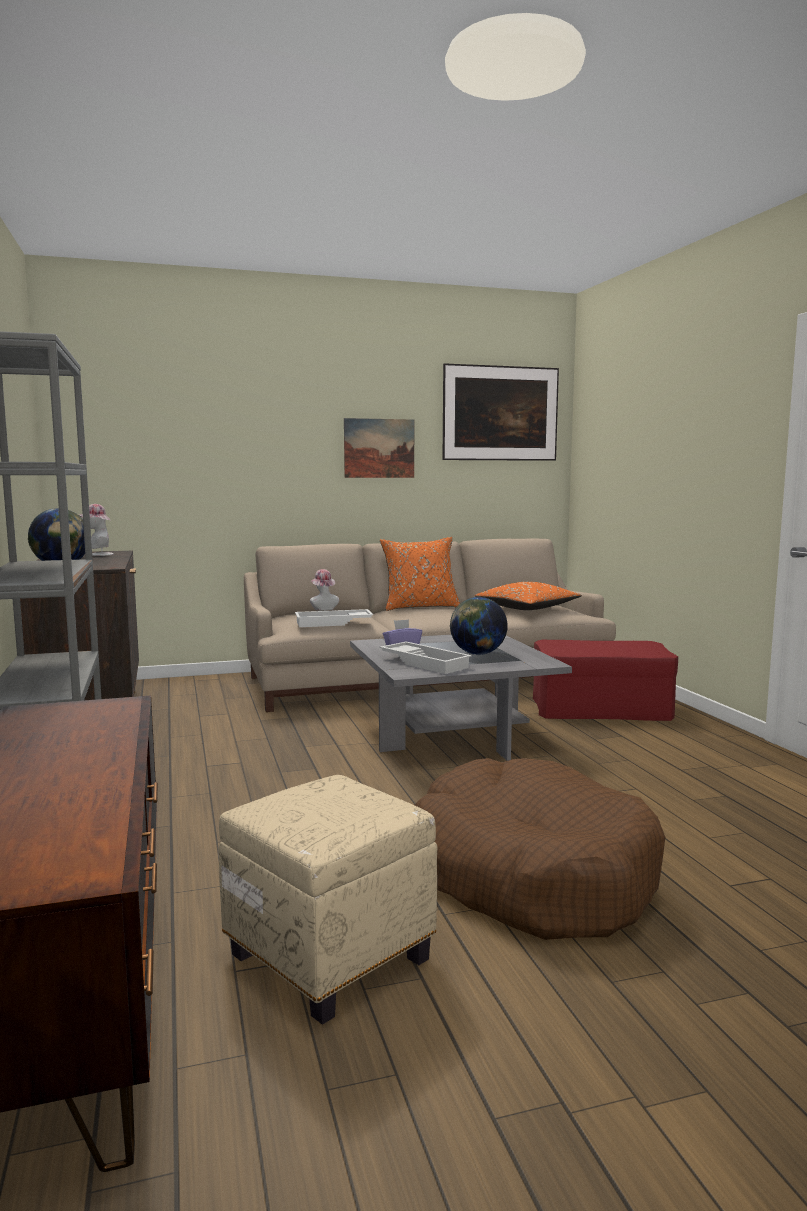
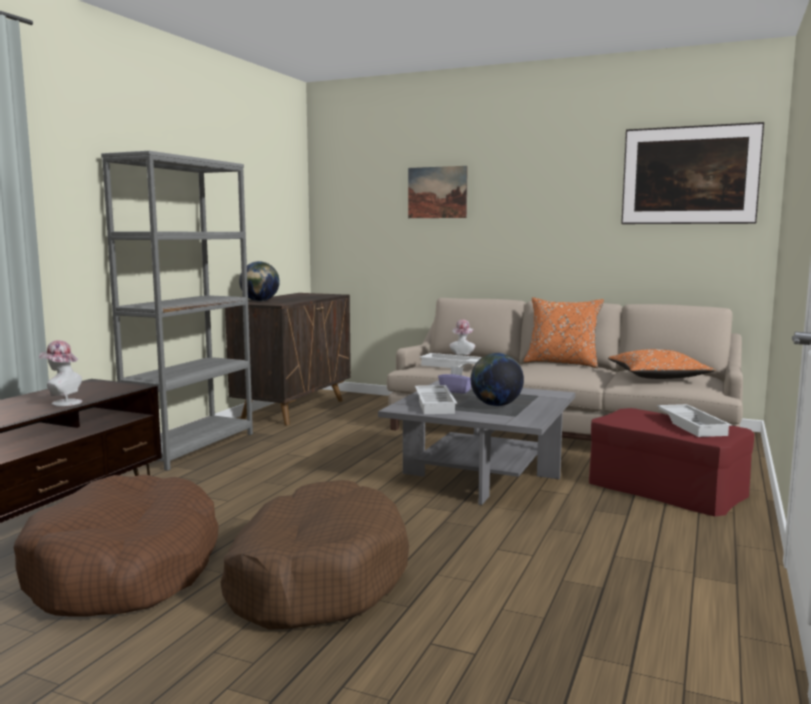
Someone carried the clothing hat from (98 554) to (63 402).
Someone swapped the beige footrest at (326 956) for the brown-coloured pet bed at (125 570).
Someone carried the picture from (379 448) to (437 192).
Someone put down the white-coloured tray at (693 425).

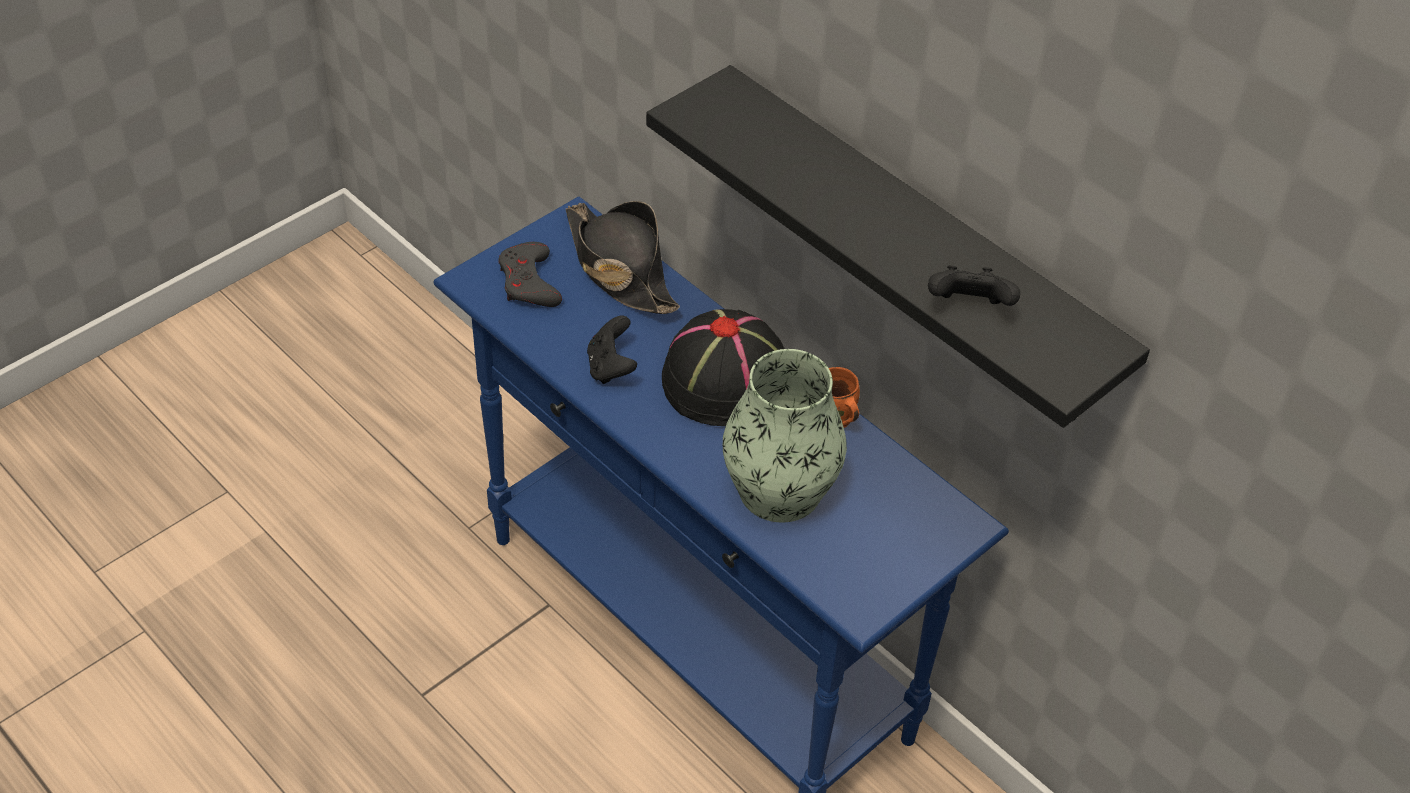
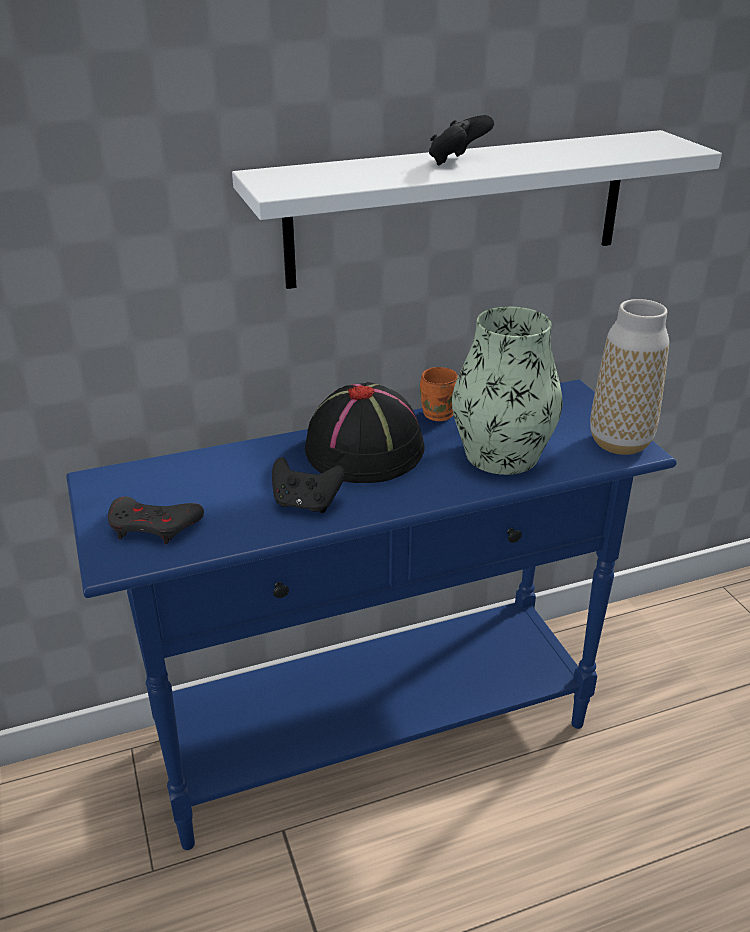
Someone took away the black clothing hat at (619 268).
Someone repainted the black wall shelf at (916 248), which became the white-coloured wall shelf at (459 208).
Someone carried the black joypad from (968 307) to (457 162).
Someone put down the vase at (620 443).

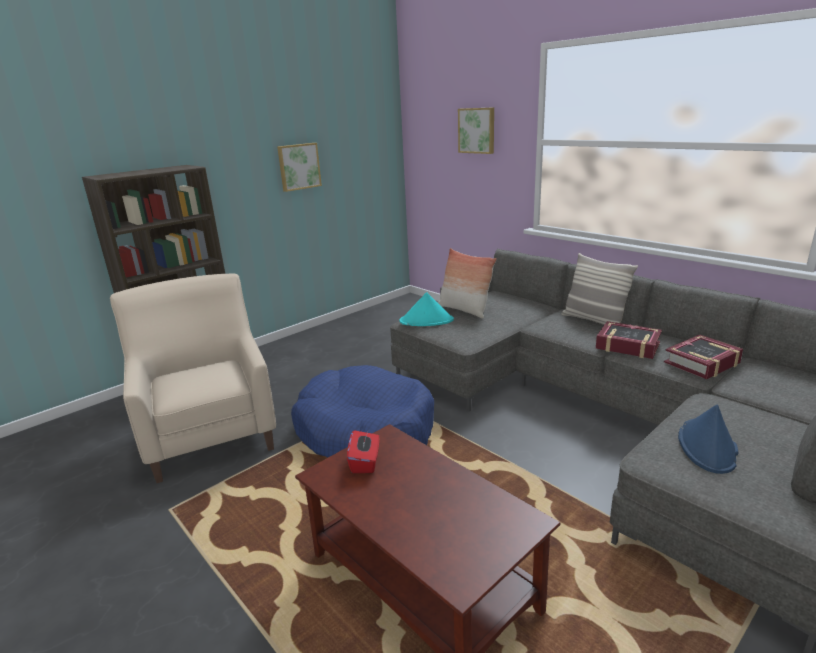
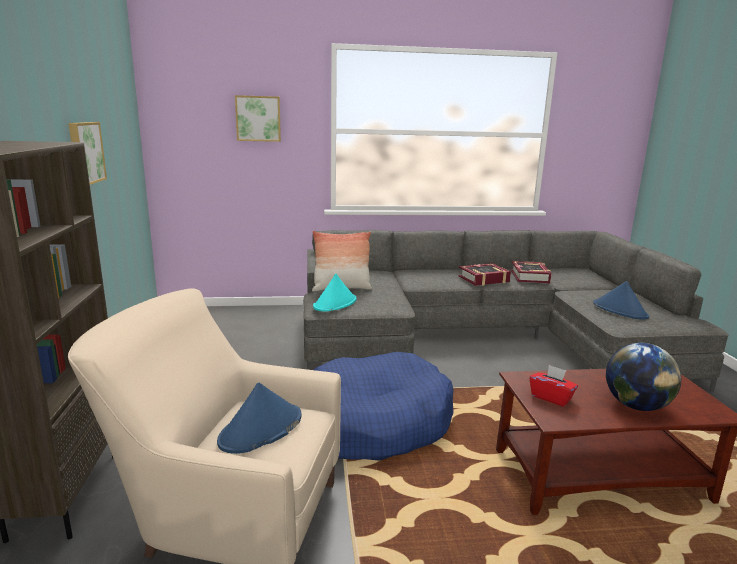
Someone took away the cushion at (593 320).
Someone put down the blue clothing hat at (261 429).
Someone put down the globe at (636 405).

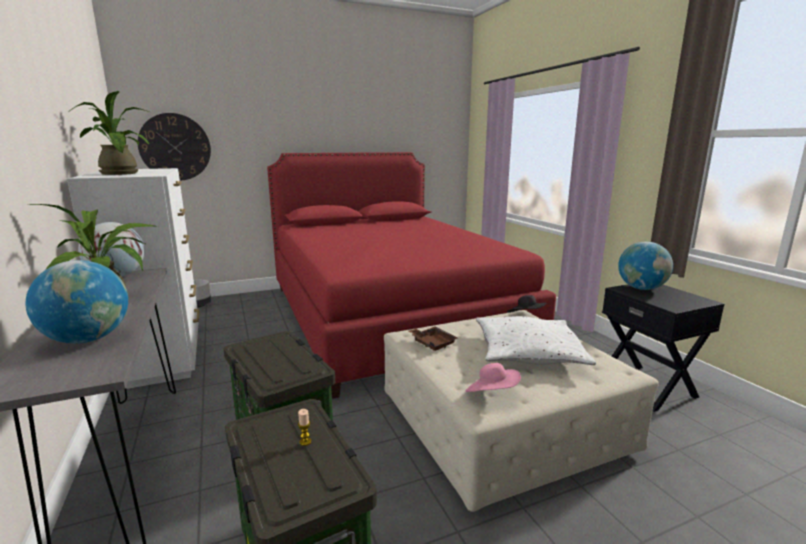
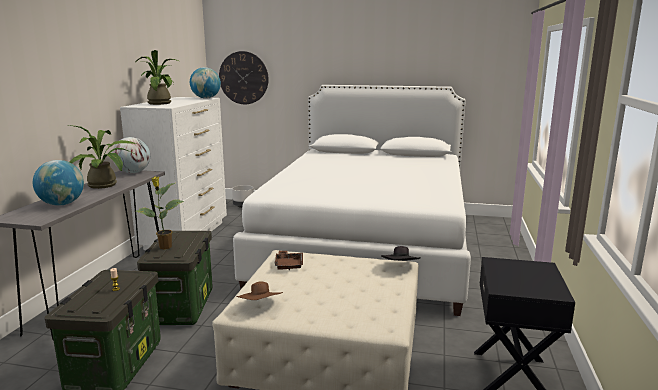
Someone repainted the red-coloured sleeping bed at (389 315), which became the white-coloured sleeping bed at (367 246).
Someone repainted the pink-coloured clothing hat at (492 394), which became the brown-coloured clothing hat at (261 306).
Someone took away the white-coloured cushion at (528 352).
Someone carried the globe from (641 288) to (206 98).
Someone put down the potted plant at (165 247).

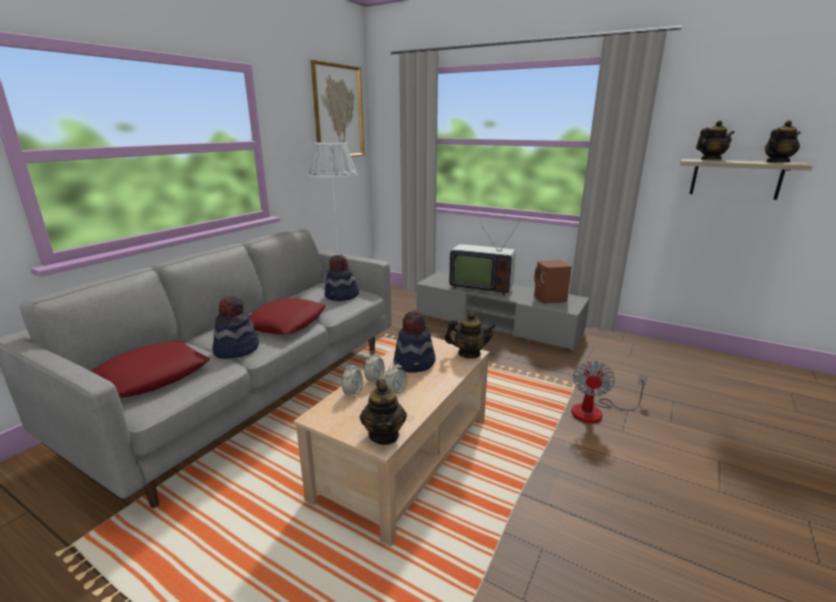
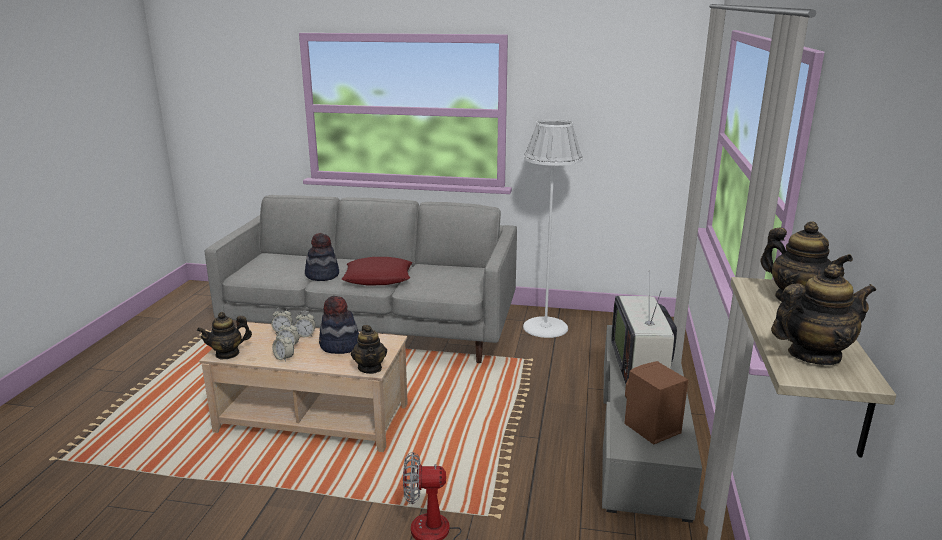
Someone took away the red-coloured cushion at (152 376).
Someone took away the picture at (338 112).
Someone took away the clothing hat at (342 296).
Someone rotated the teapot at (776 162) by 60 degrees counterclockwise.
Someone put down the table clock at (284 358).

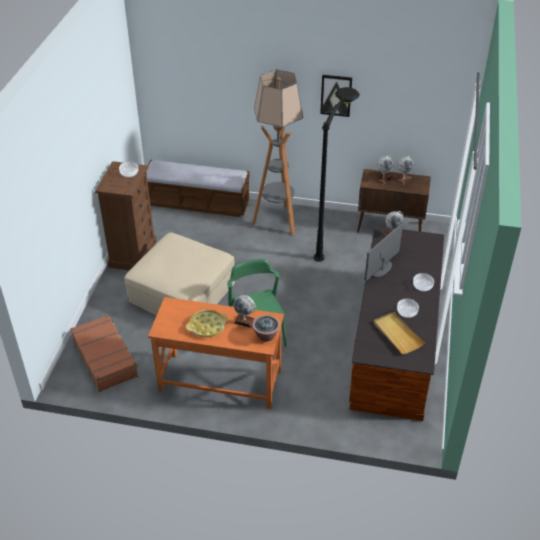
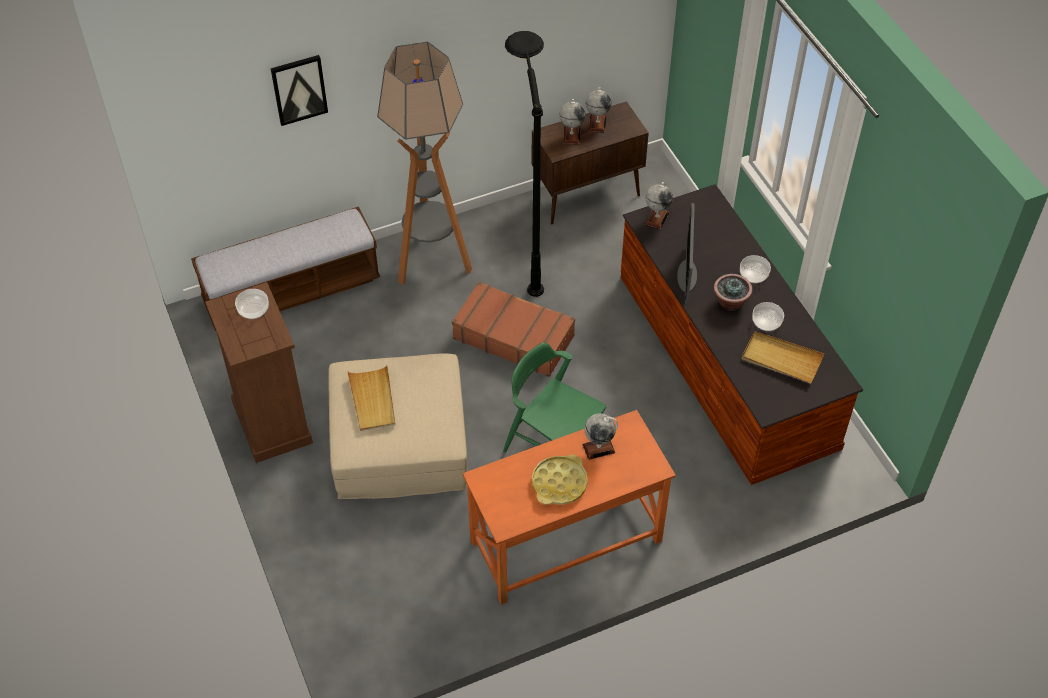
Someone carried the brown-coloured suitcase from (105 358) to (513 336).
Someone carried the potted plant from (266 336) to (730 303).
Someone carried the picture from (336 95) to (299 89).
Someone put down the beige tray at (372 400).

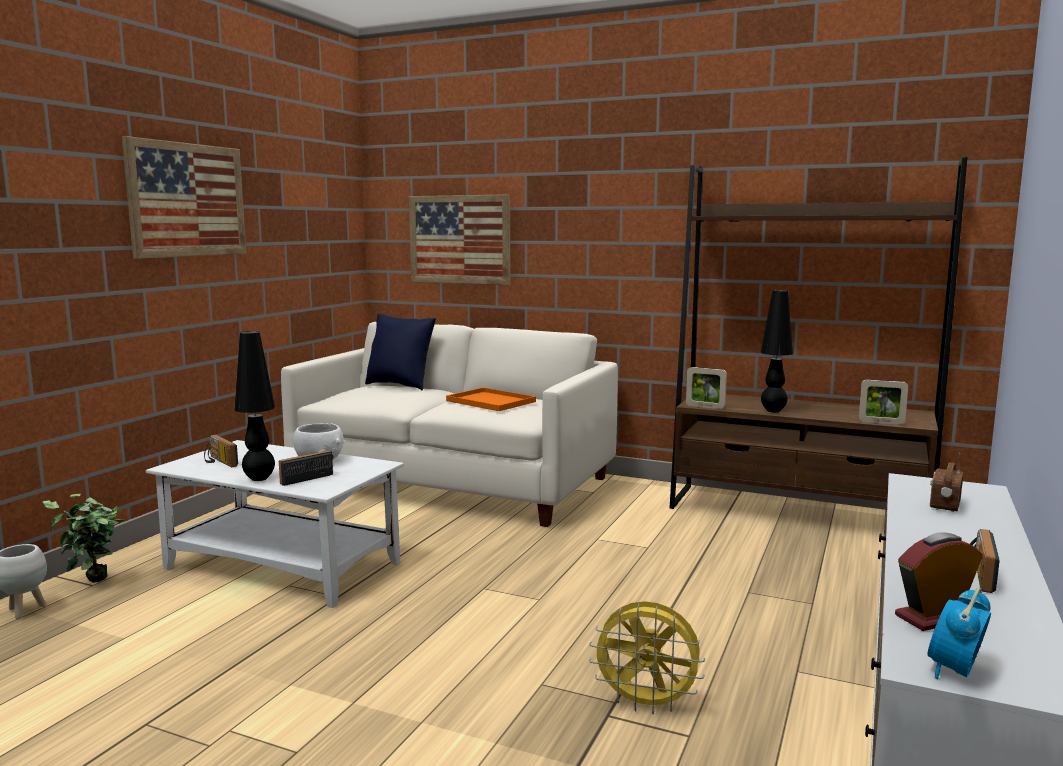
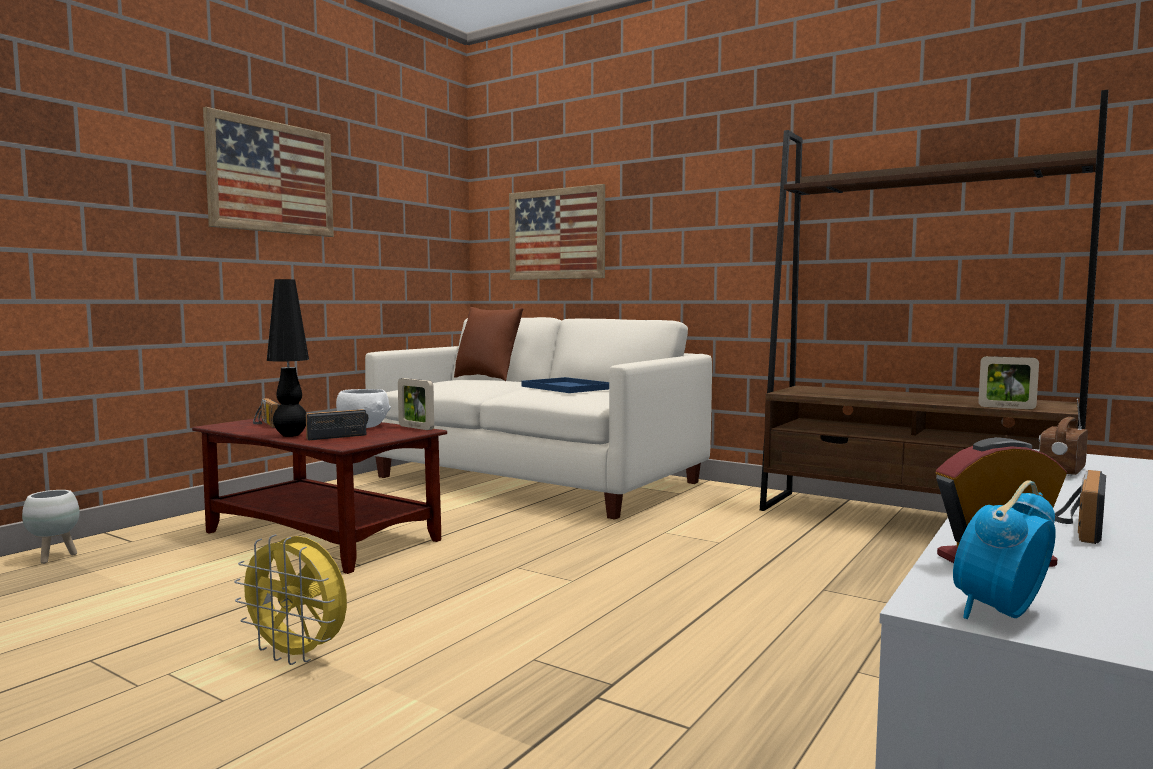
Someone took away the potted plant at (93 585).
Someone repainted the white-coloured coffee table at (284 565), which became the brown-coloured coffee table at (323 536).
Someone repainted the blue cushion at (400 385), which became the brown-coloured cushion at (487 378).
Someone repainted the orange tray at (489 401), which became the blue tray at (565 387).
Someone carried the yellow fan from (647 704) to (298 655).
Someone carried the picture frame from (705 407) to (416 427).
Someone took away the black lamp for a table at (773 411).

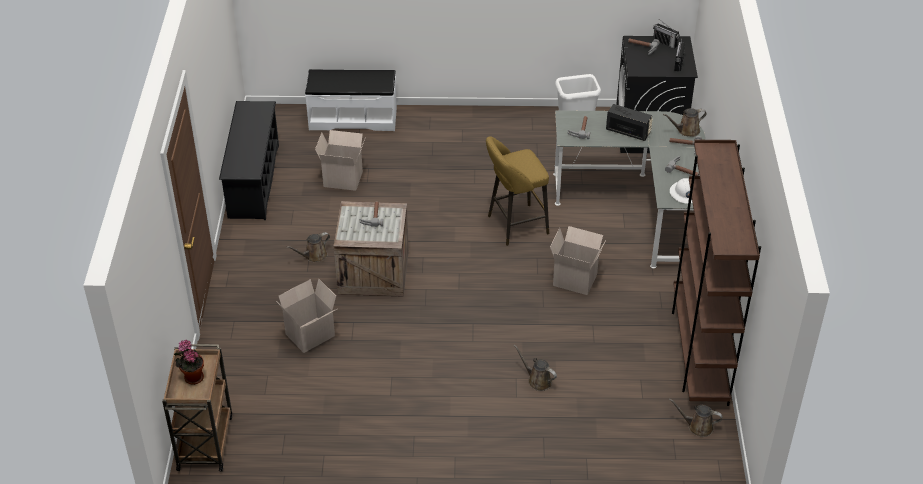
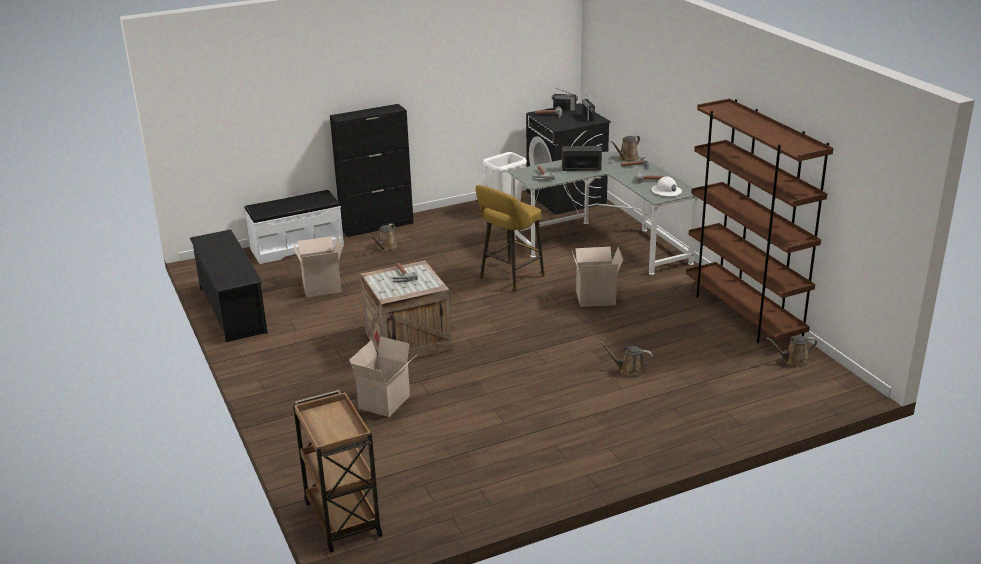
Someone took away the potted plant at (192 377).
Someone carried the brown-coloured watering pot from (314 256) to (385 247).
Someone put down the black cabinet at (377 226).

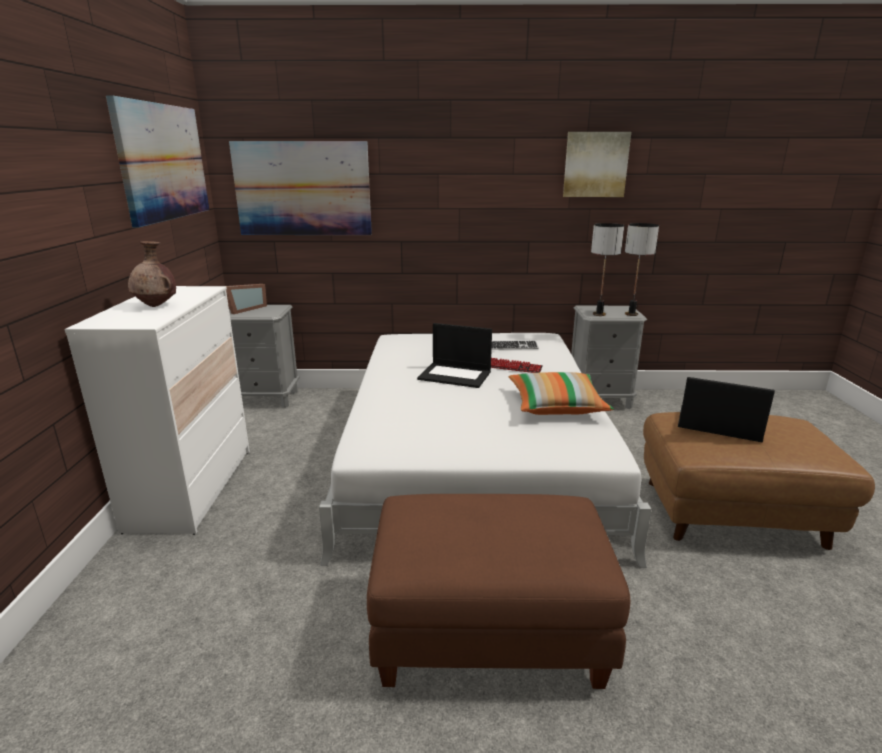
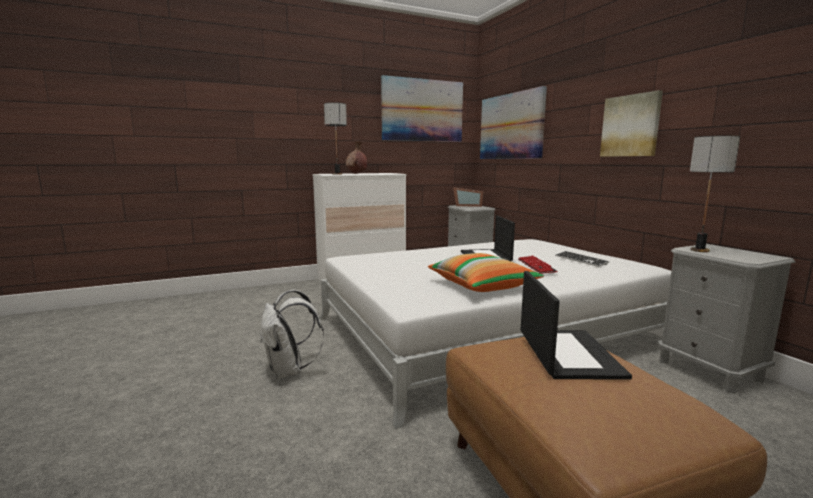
Someone swapped the brown-coloured footrest at (489 628) for the white-coloured rucksack at (288 371).
Someone carried the picture from (595 164) to (630 126).
Someone carried the lamp for a table from (631 314) to (337 174).

